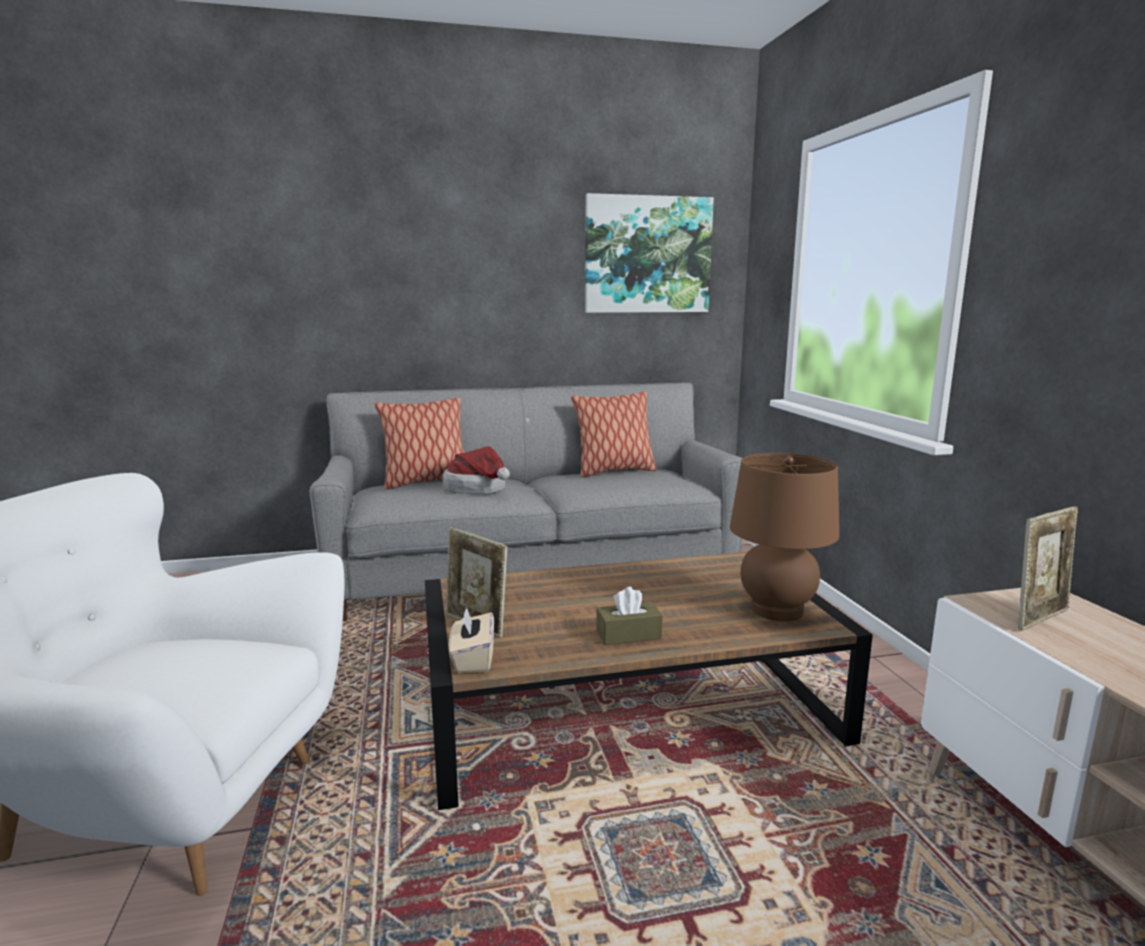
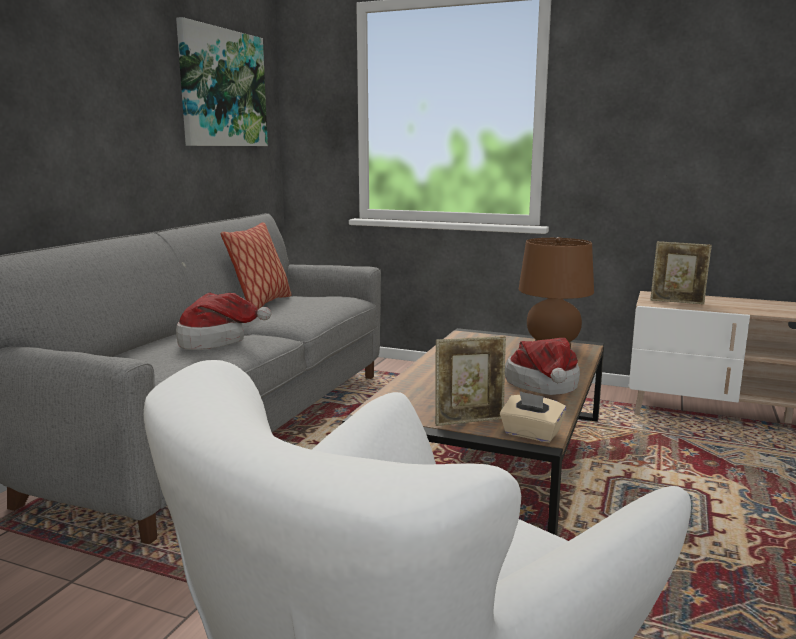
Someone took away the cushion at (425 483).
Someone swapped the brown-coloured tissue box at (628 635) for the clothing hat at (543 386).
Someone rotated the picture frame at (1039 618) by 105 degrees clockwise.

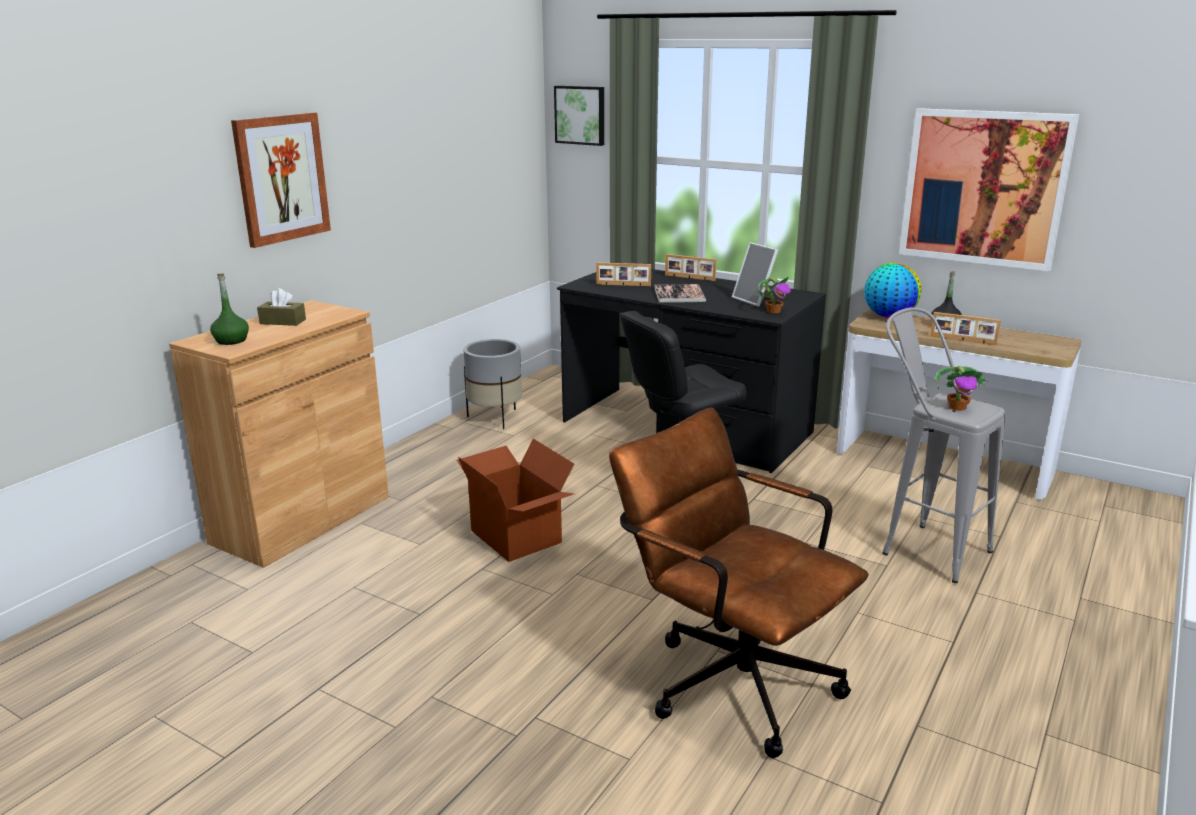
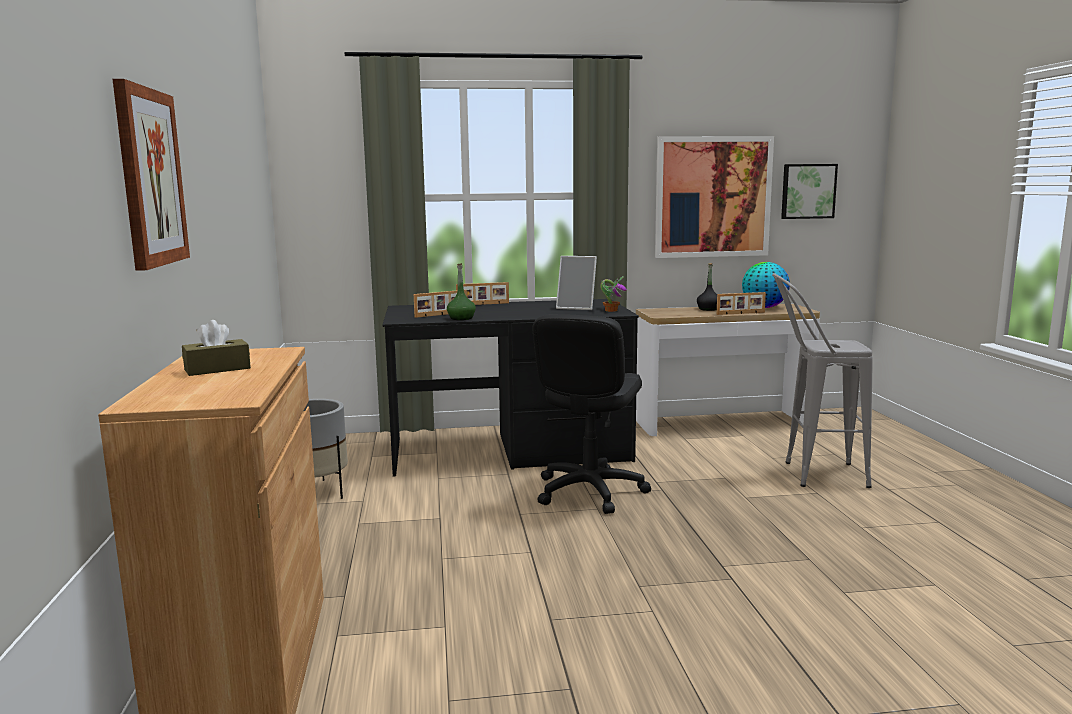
Someone carried the green-coloured drink bottle from (231 340) to (461 318).
Someone took away the cardboard box at (517 536).
Someone carried the picture from (581 115) to (807 191).
Someone took away the brown-coloured office chair at (729 677).
Someone took away the book at (679 295).
Someone carried the globe from (889 316) to (764 307).
Someone took away the potted plant at (957 407).

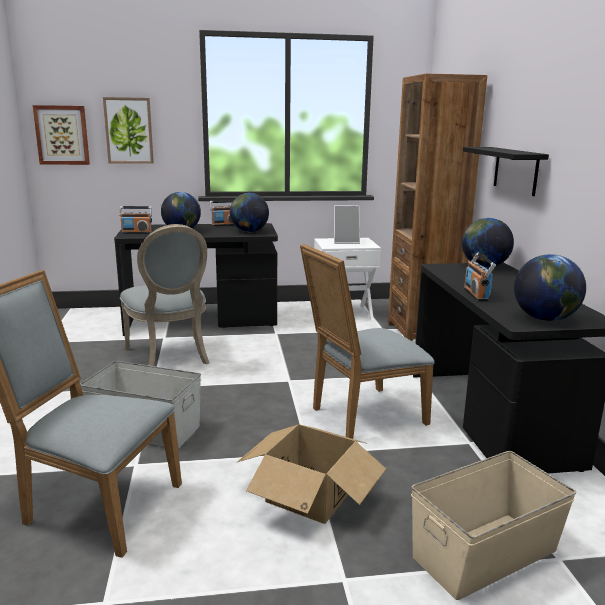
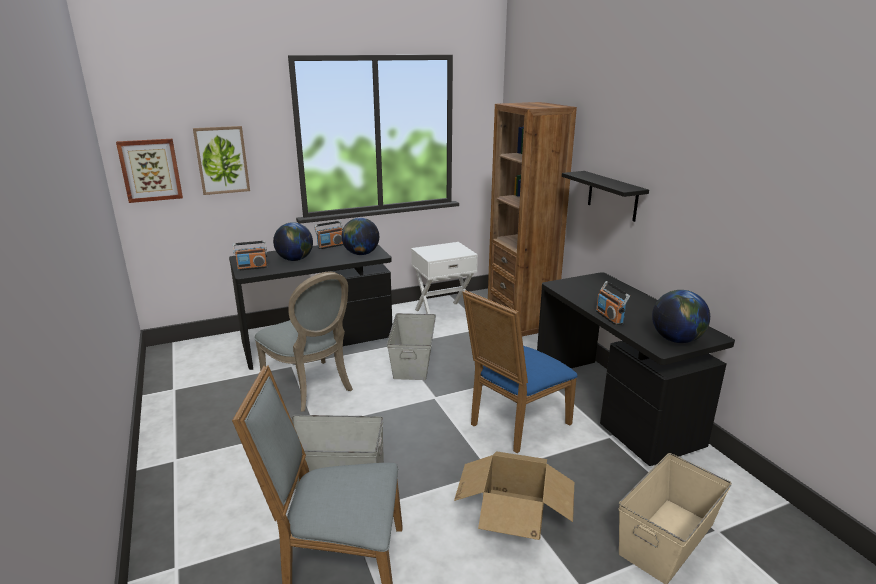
Someone repainted the gray upright chair at (362 415), which became the blue upright chair at (514 424).
Someone took away the picture frame at (346 242).
Someone took away the globe at (484 266).
Someone put down the gray storage container at (413 361).

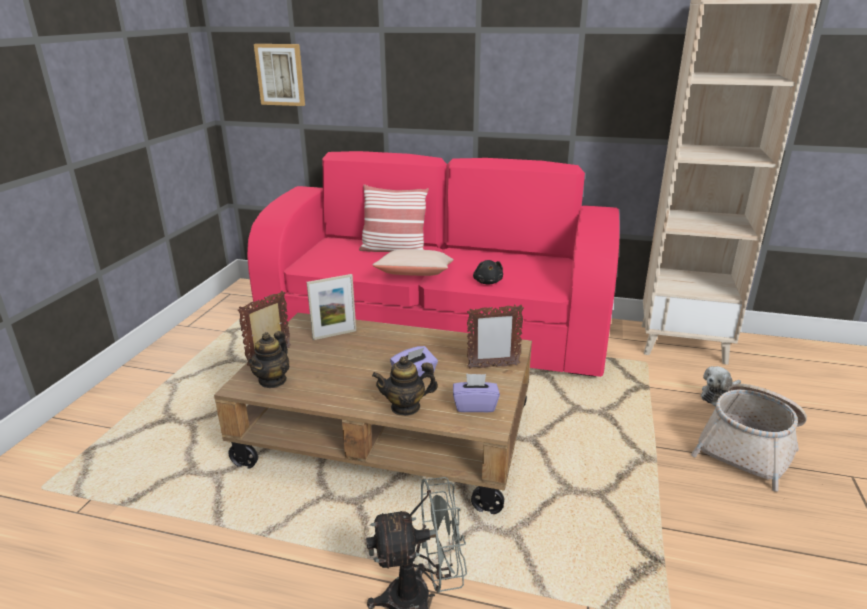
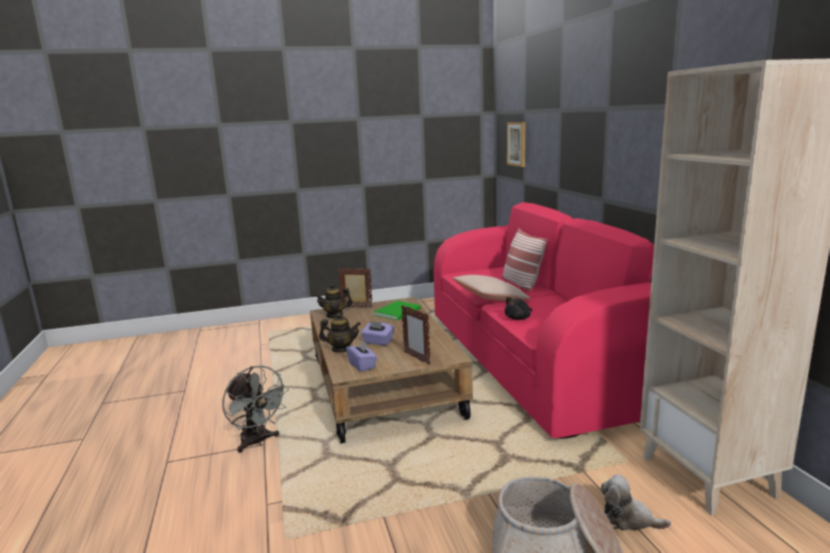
Someone swapped the picture frame at (334 334) for the green-coloured book at (399 311).
Someone rotated the teapot at (405 407) by 135 degrees clockwise.

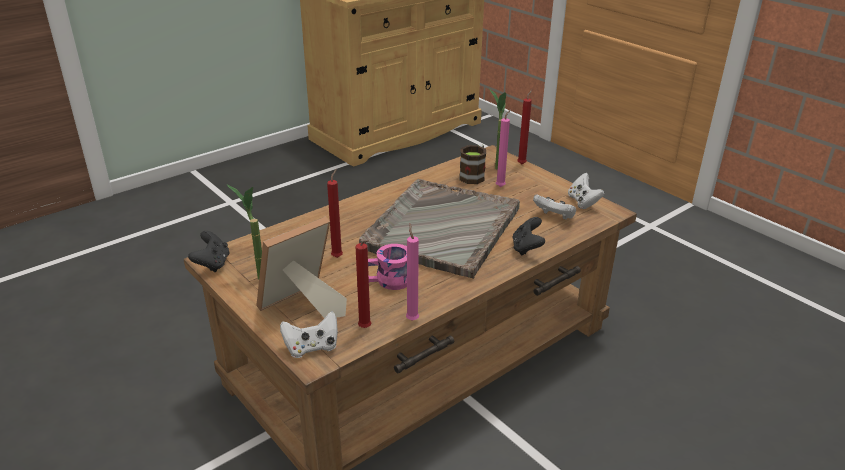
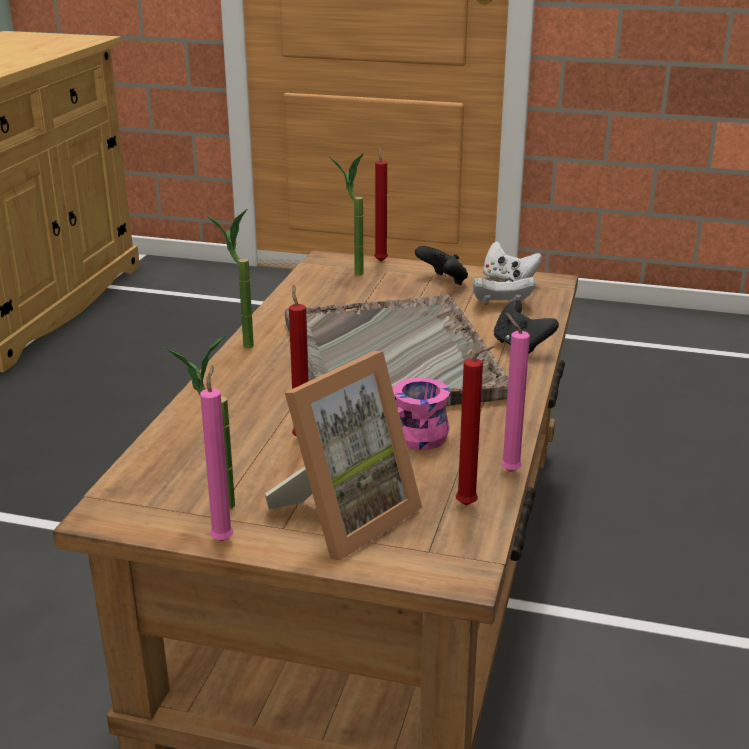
Someone carried the black joypad from (212 264) to (443 281).
Someone rotated the picture frame at (302 307) by 150 degrees counterclockwise.
Someone took away the white-coloured joypad at (312 347).
Someone took away the tea mug at (474 175).
Someone carried the pink-coloured wax candle from (501 186) to (223 538).
Someone put down the potted plant at (238 344).

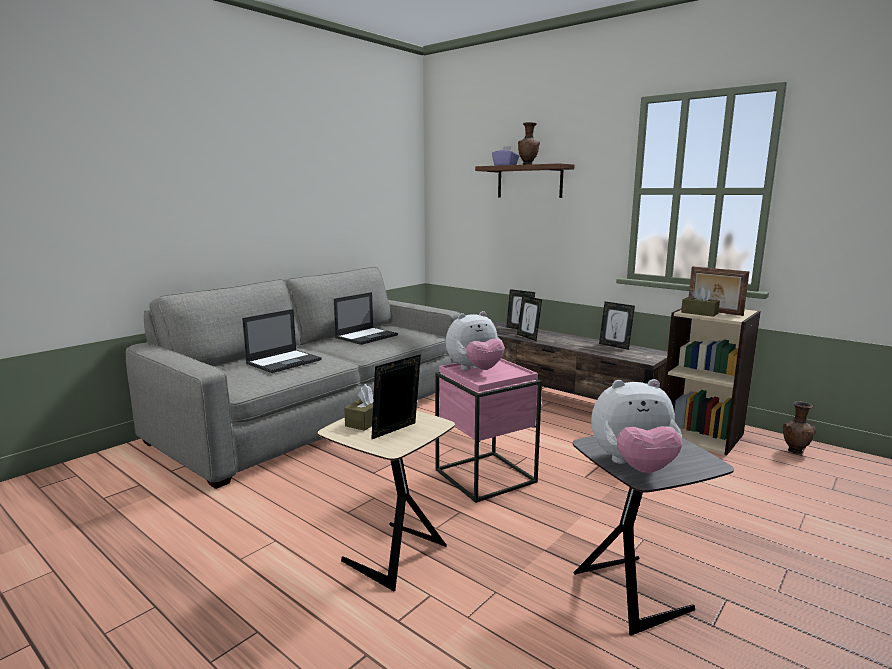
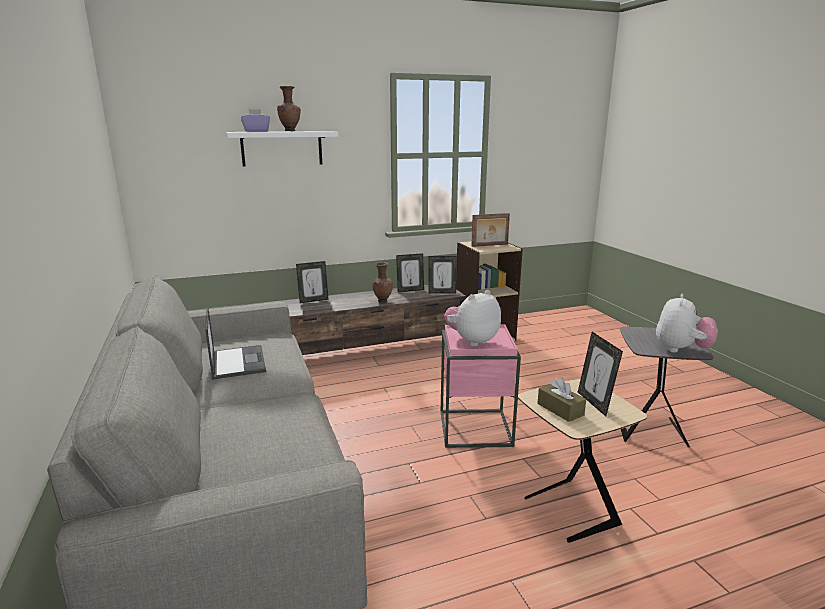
Someone took away the notebook computer at (284 361).
Someone rotated the cuddly toy at (475 370) by 135 degrees counterclockwise.
Someone repainted the brown-coloured wall shelf at (529 181), which became the white-coloured wall shelf at (282 148).
Someone carried the picture frame from (528 337) to (442 292).
Someone took away the brown-coloured tissue box at (699 313).
Someone carried the brown-coloured vase from (795 451) to (382 301).

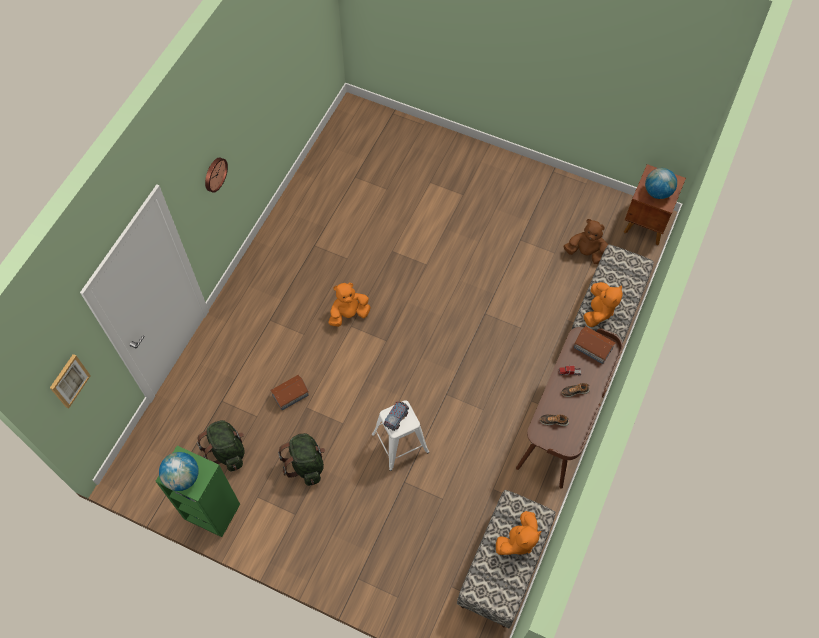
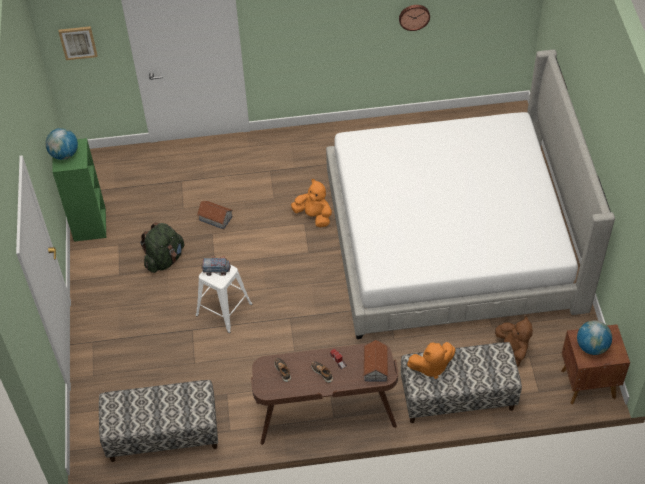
Someone took away the green-coloured rucksack at (227 451).
Someone carried the clock on the wall from (214 174) to (414 16).
Someone took away the orange cuddly toy at (518 541).
Someone put down the sleeping bed at (452 240).

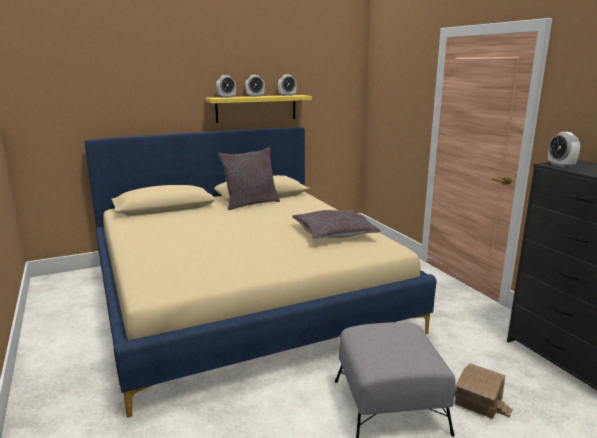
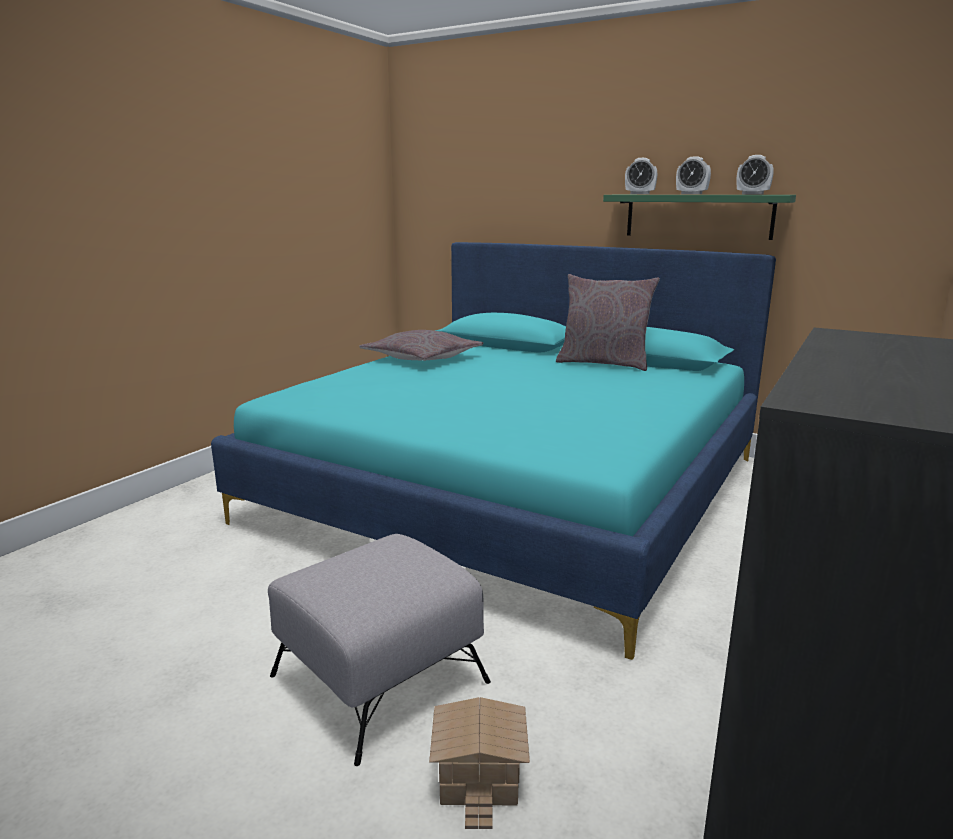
Someone repainted the beige sleeping bed at (243 296), which became the turquoise-coloured sleeping bed at (515 488).
Someone repainted the yellow wall shelf at (256 108), which became the green-coloured wall shelf at (698 216).
Someone carried the gray cushion from (334 233) to (422 358).
Someone took away the table clock at (560 165).

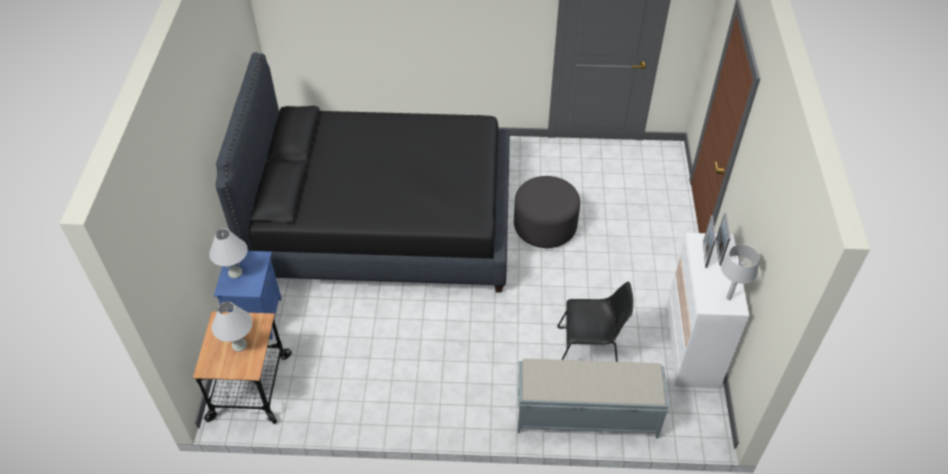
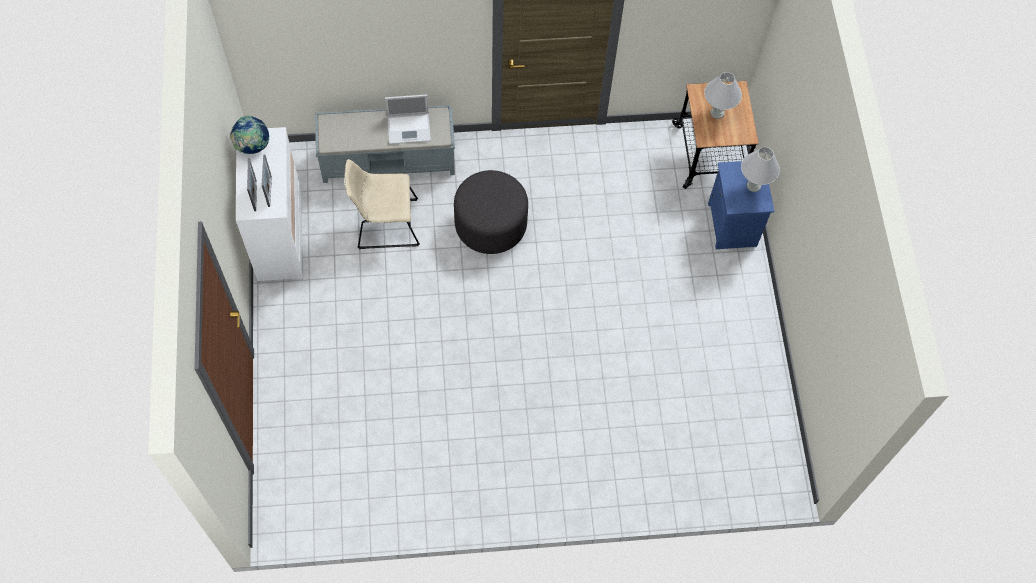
Someone took away the black sleeping bed at (383 221).
Someone carried the gray footrest from (545 226) to (491 224).
Someone repainted the black upright chair at (590 350), which became the beige upright chair at (384 224).
Someone swapped the gray lamp for a table at (729 297) for the globe at (252 146).
Someone put down the notebook computer at (409 128).

